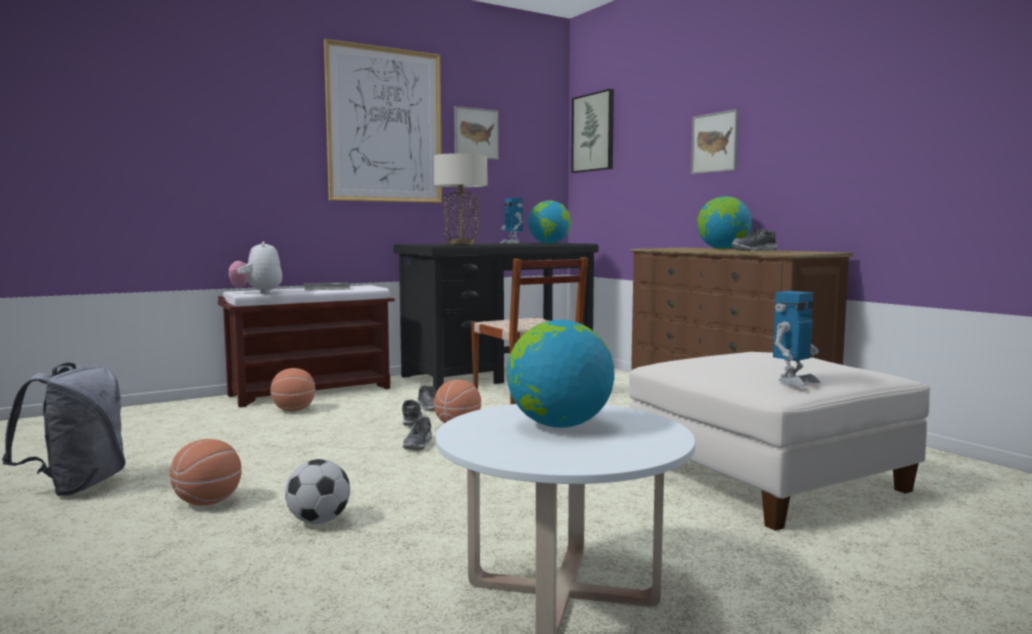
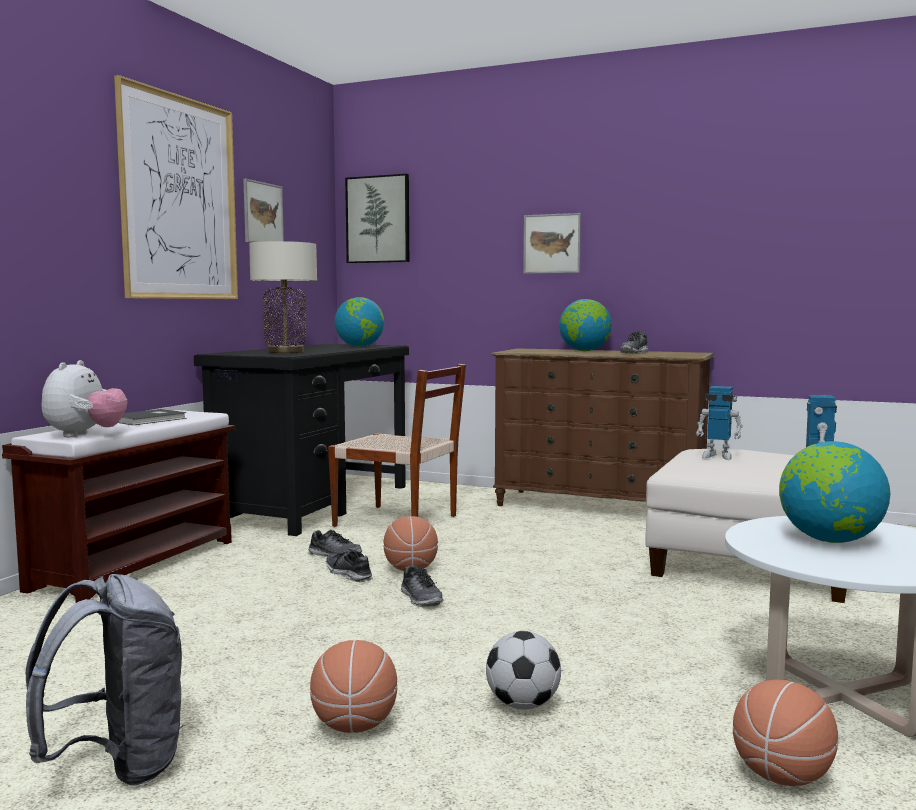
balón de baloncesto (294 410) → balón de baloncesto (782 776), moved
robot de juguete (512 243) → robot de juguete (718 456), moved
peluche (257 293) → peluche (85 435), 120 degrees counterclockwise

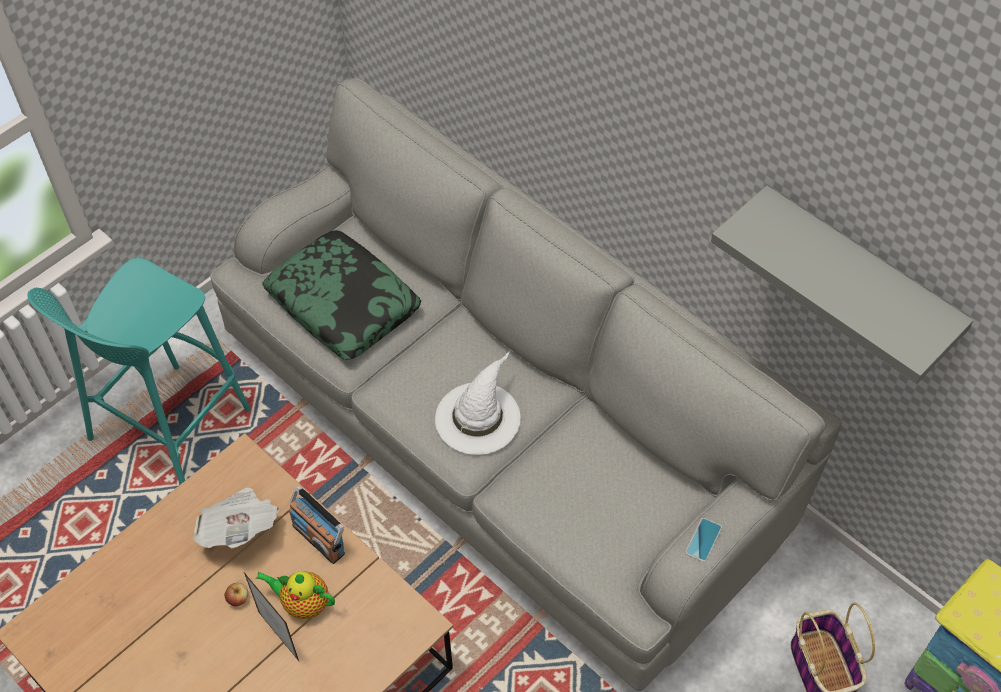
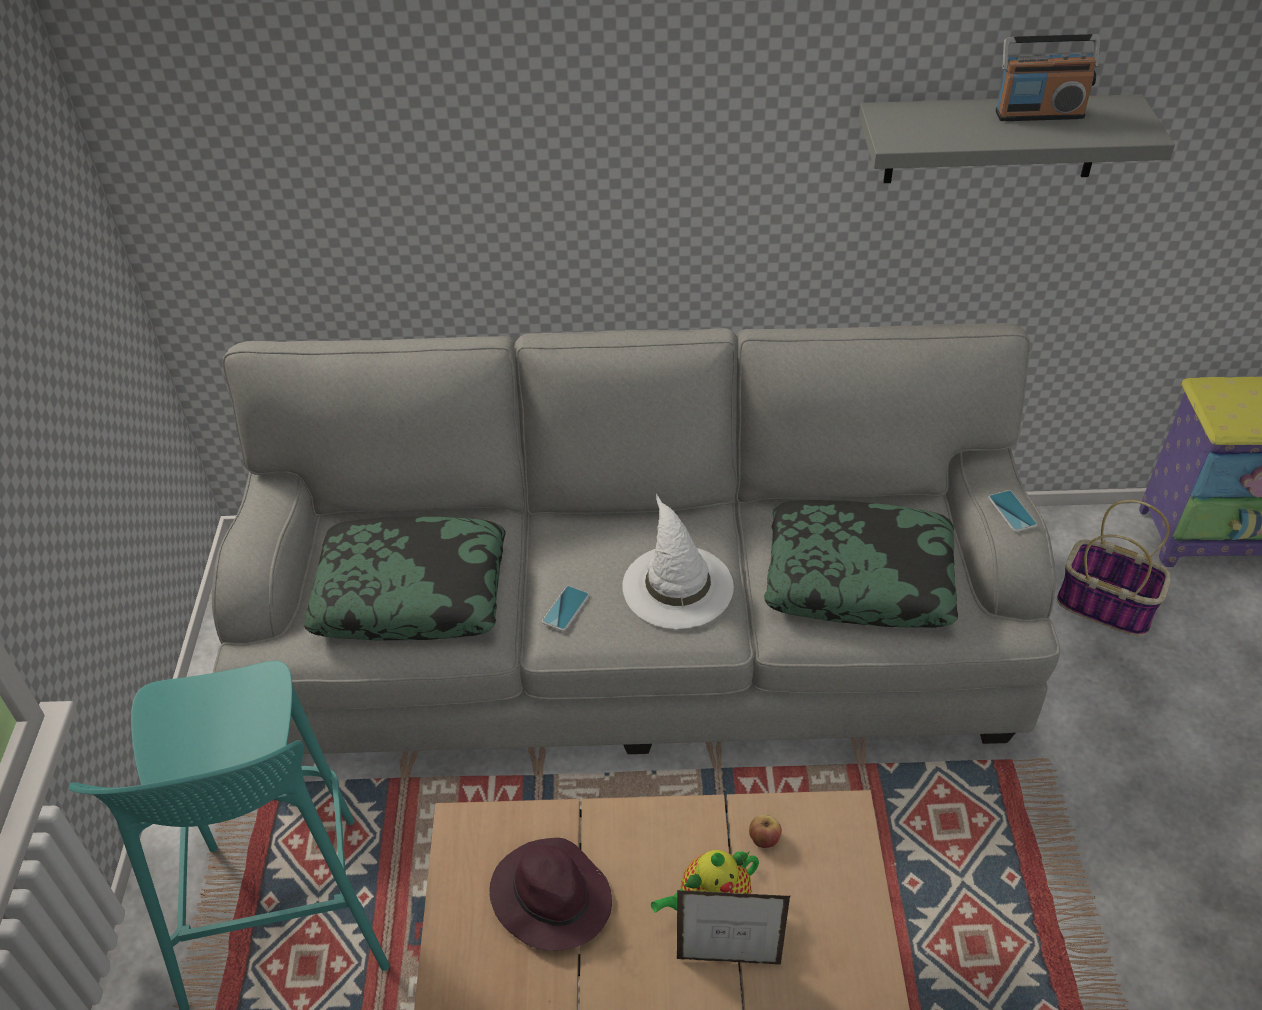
- → móvil (565 609)
- → cojín (859 578)
manzana (238 599) → manzana (764 839), moved
radio (319 539) → radio (1039 114), moved
periódico (240 528) → sombrero (morado) (550 897)

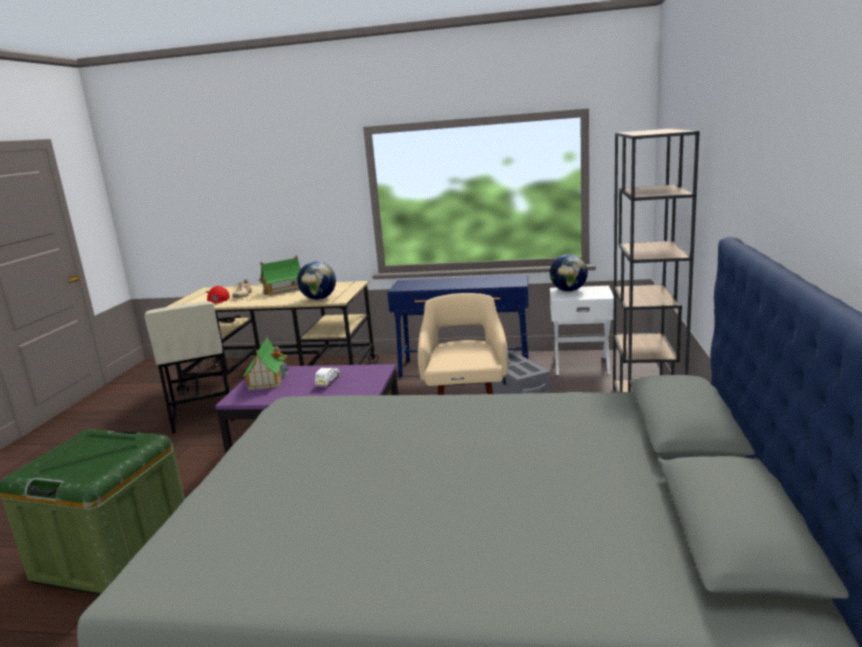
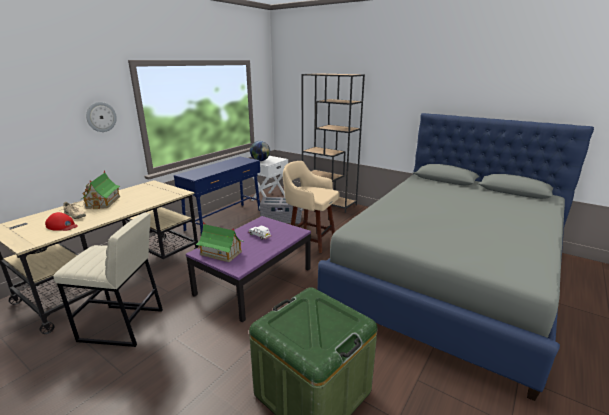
globo terráqueo (319 298) → -
- → reloj de pared (101 117)

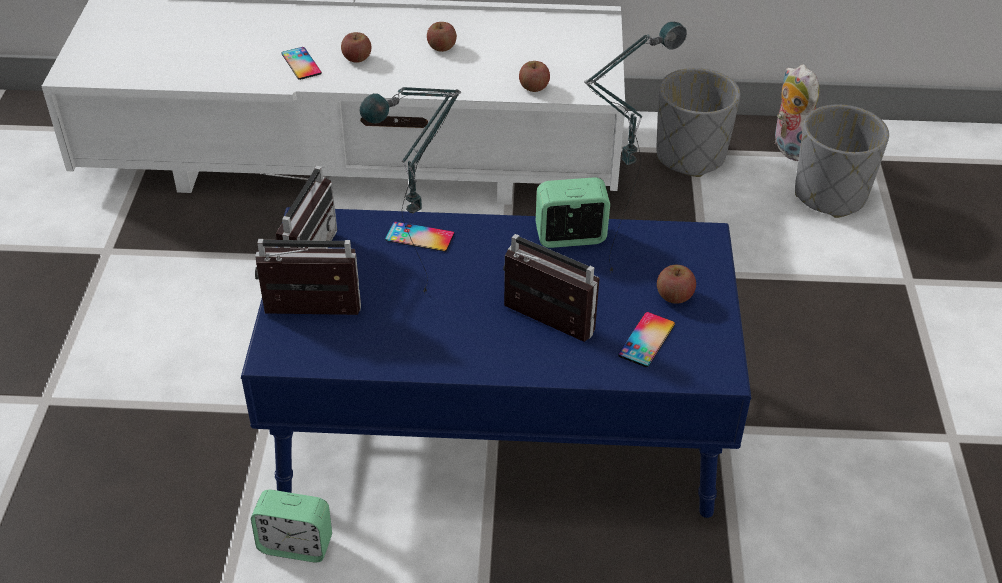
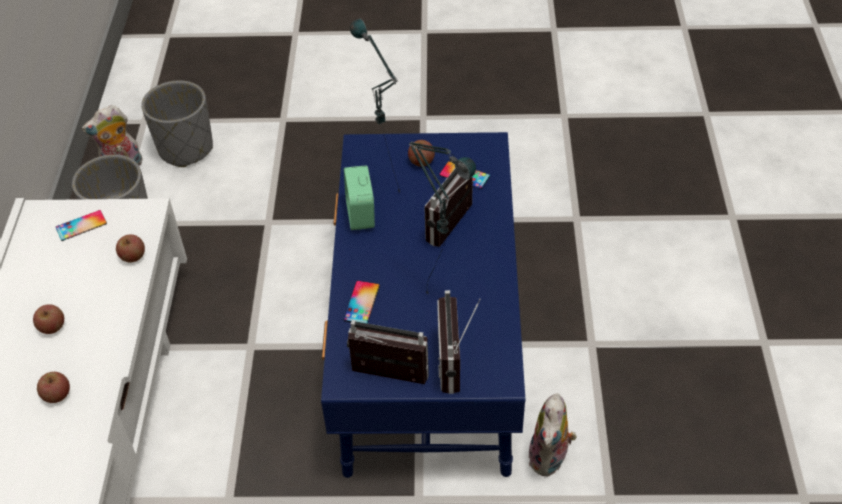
móvil (301 63) → móvil (81 225), moved
despertador (295 545) → peluche (550 458)

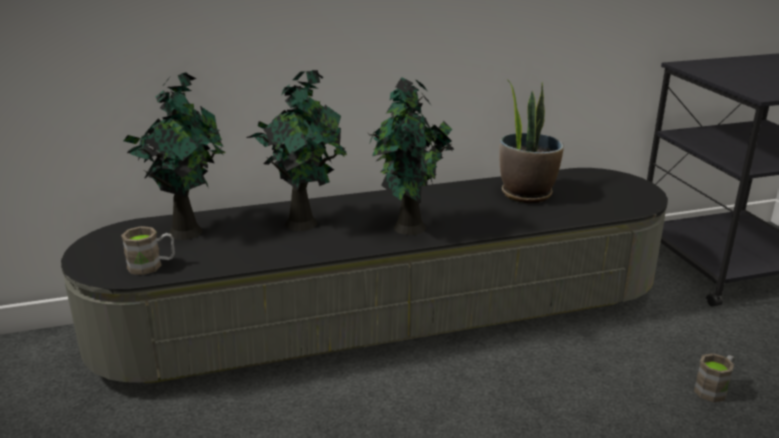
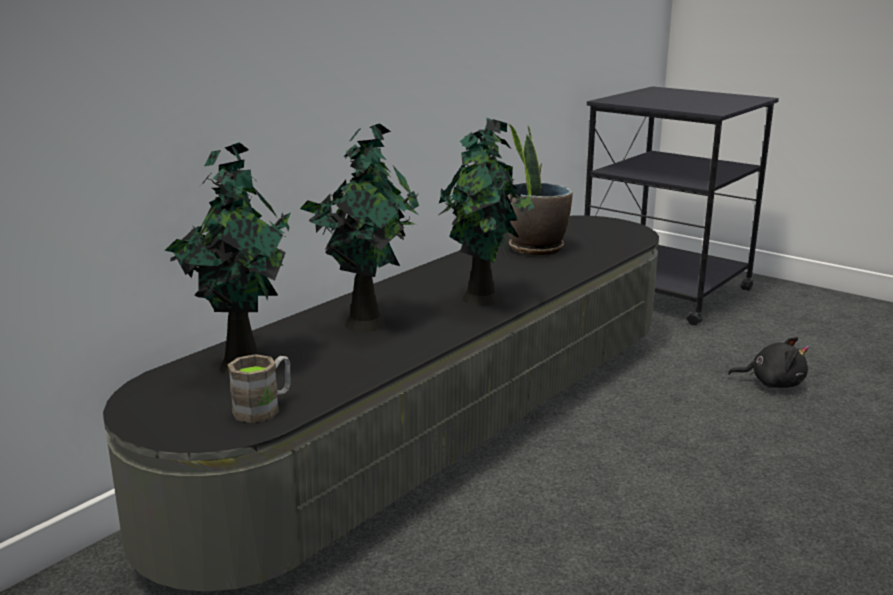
taza grande (marrón) (714 389) → peluche (negro) (772 383)

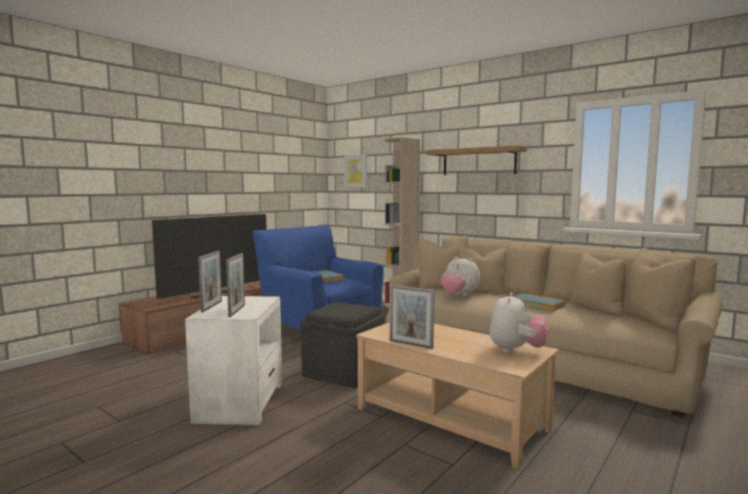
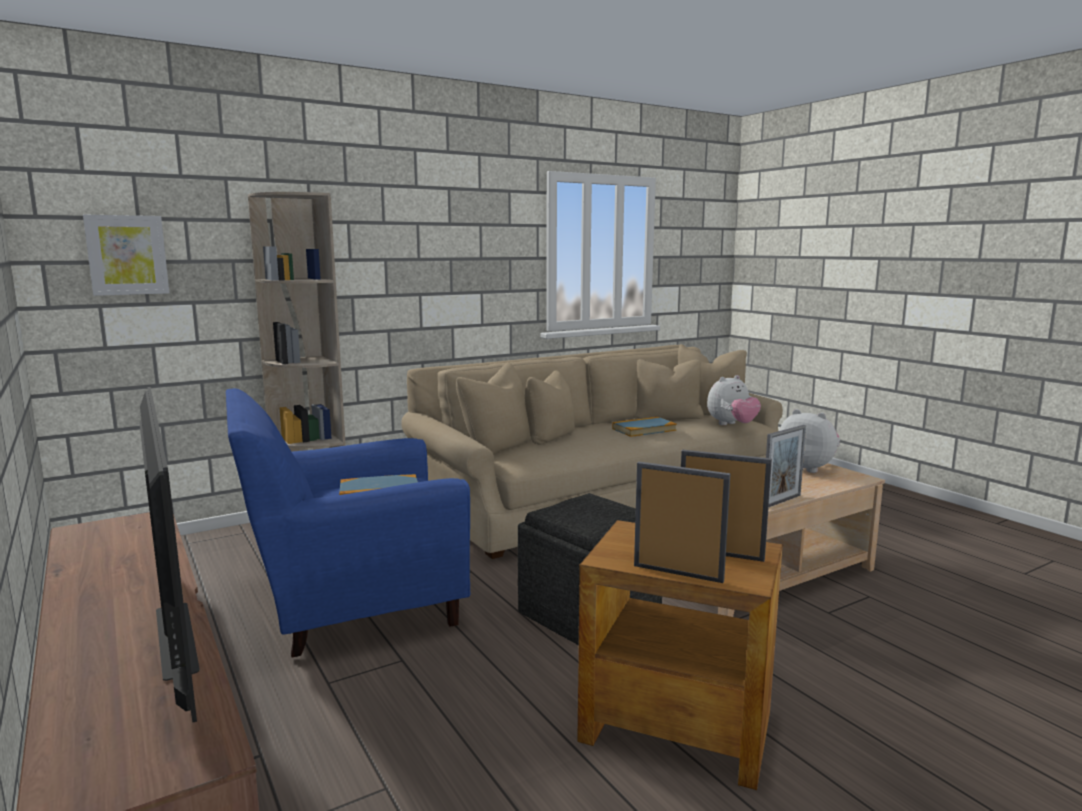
estante (478 161) → -
peluche (459 295) → peluche (732 425), moved
mesa auxiliar (blanco) (241 402) → mesa auxiliar (marrón) (675 725)

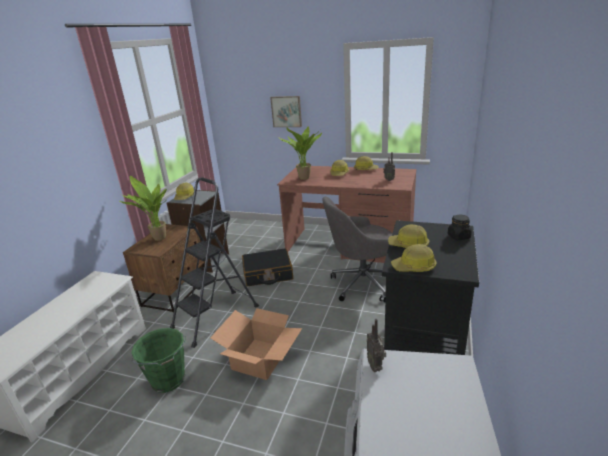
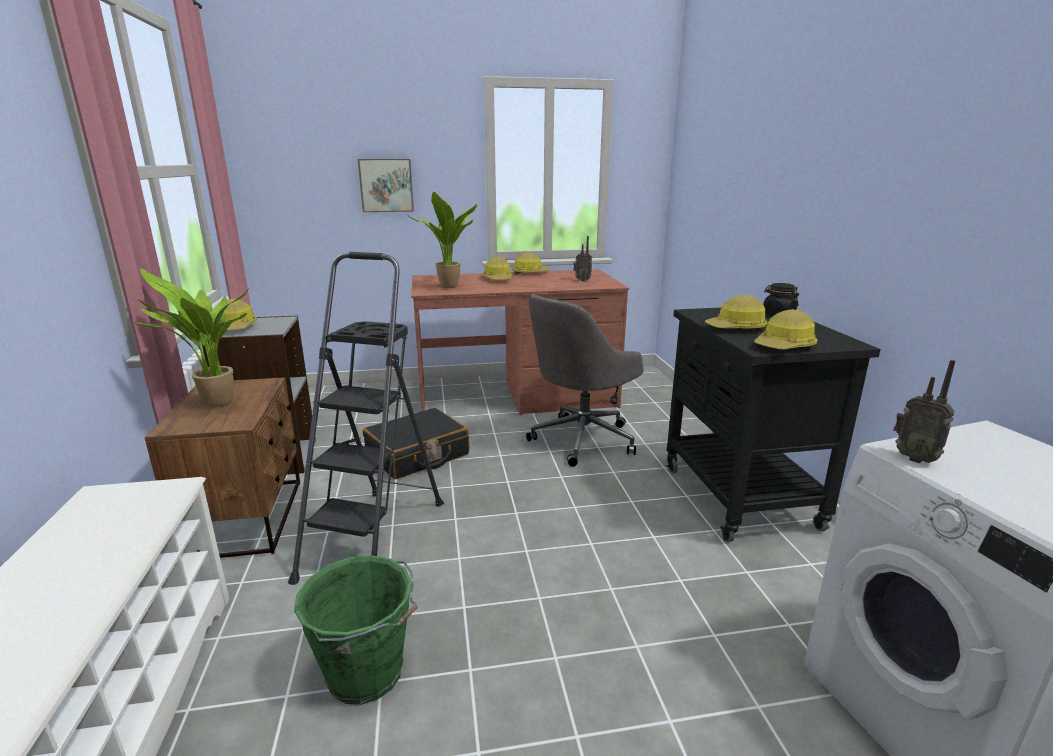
caja de cartón (260 358) → -

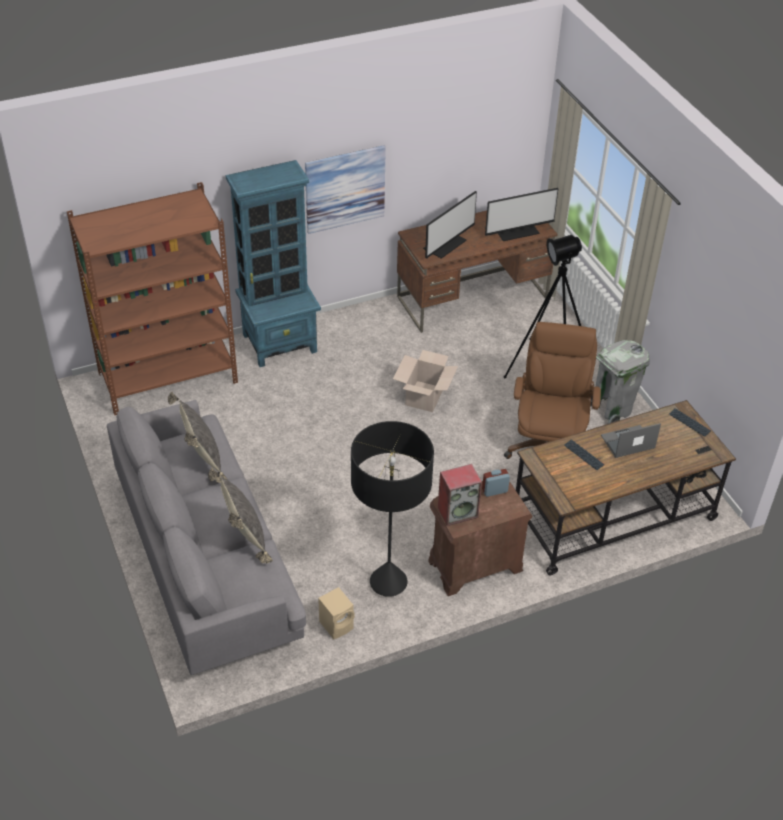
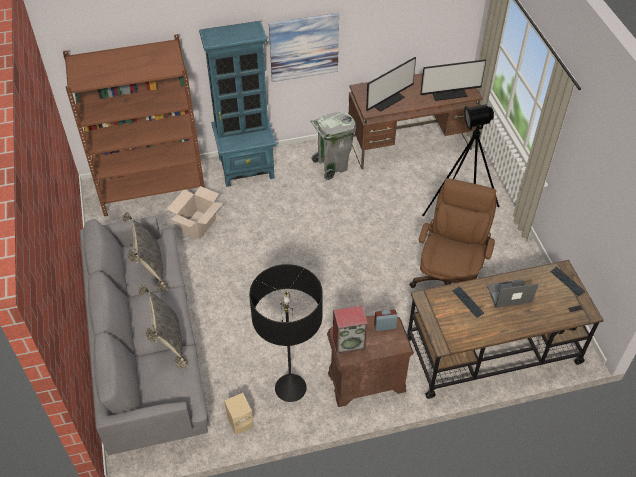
caja de cartón (425 397) → caja de cartón (198 225), moved
papelera (gris) (610 410) → papelera (gris) (332 166), moved

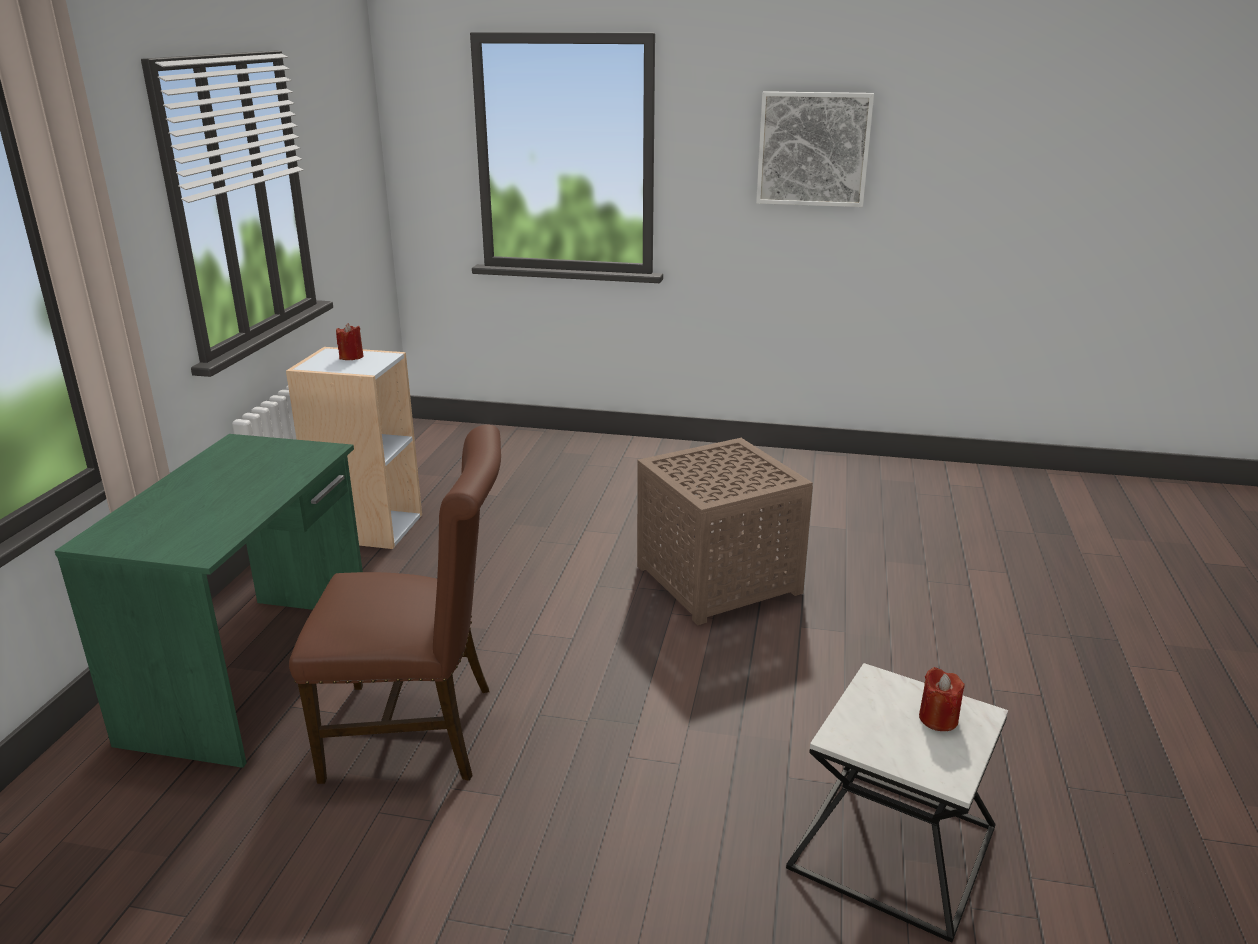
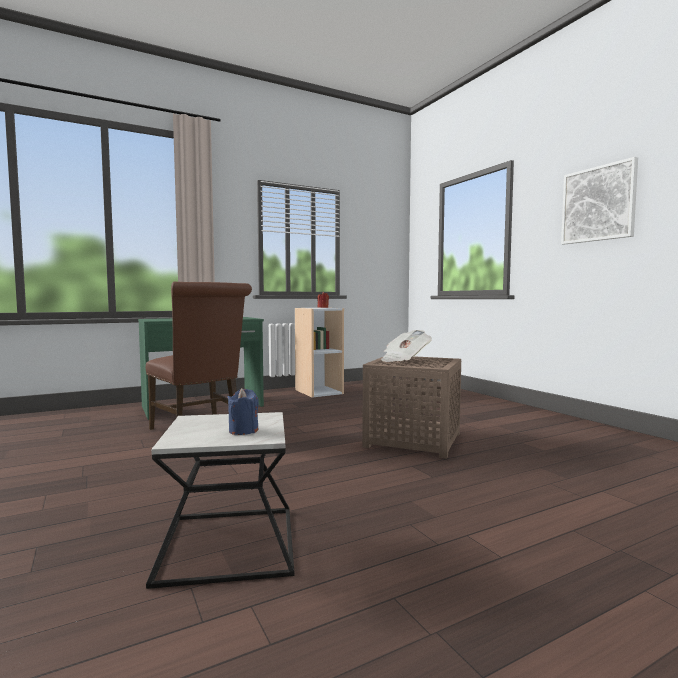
- → periódico (404 359)
vela (rojo) (938 719) → vela (azul) (243 431)

